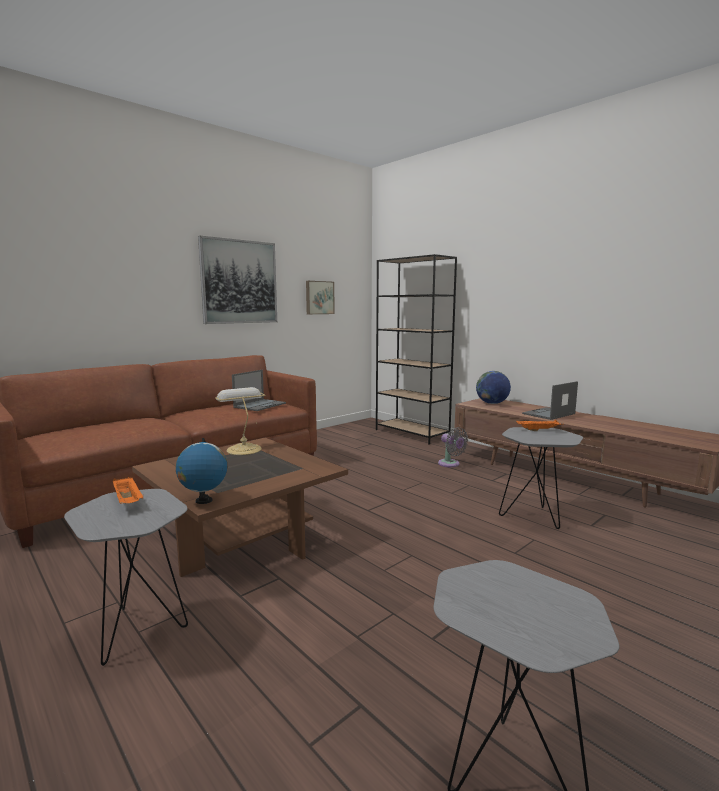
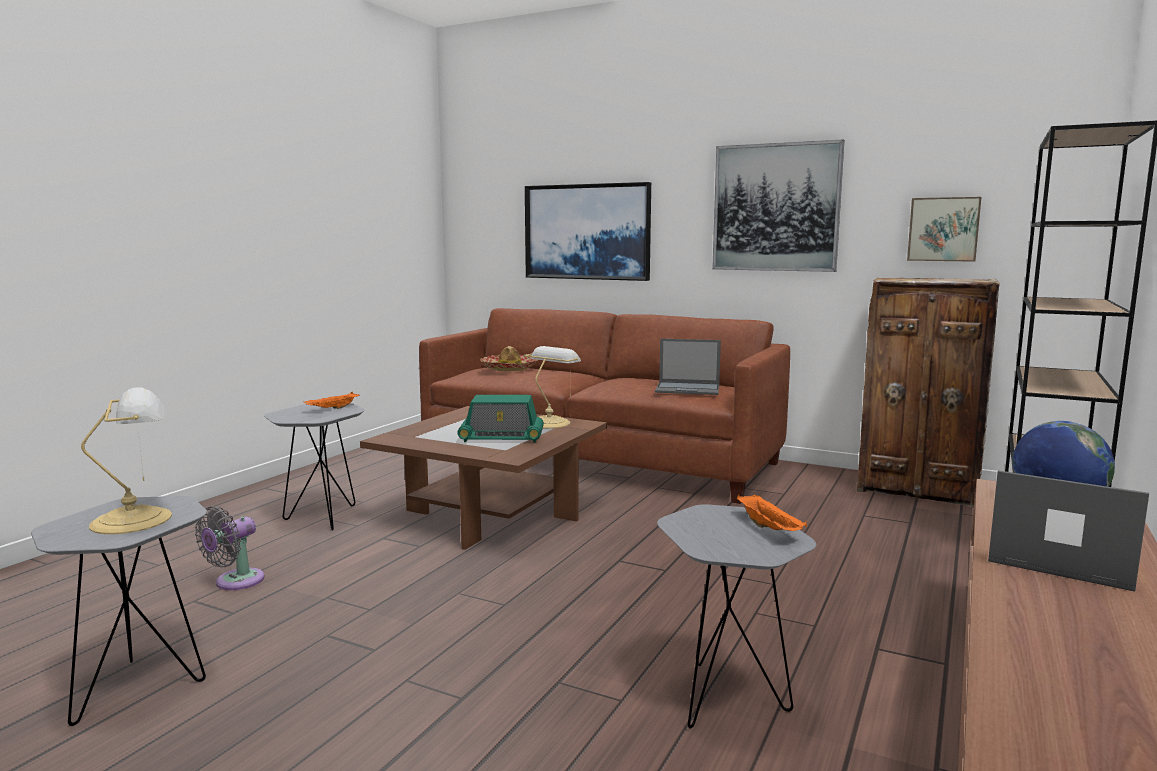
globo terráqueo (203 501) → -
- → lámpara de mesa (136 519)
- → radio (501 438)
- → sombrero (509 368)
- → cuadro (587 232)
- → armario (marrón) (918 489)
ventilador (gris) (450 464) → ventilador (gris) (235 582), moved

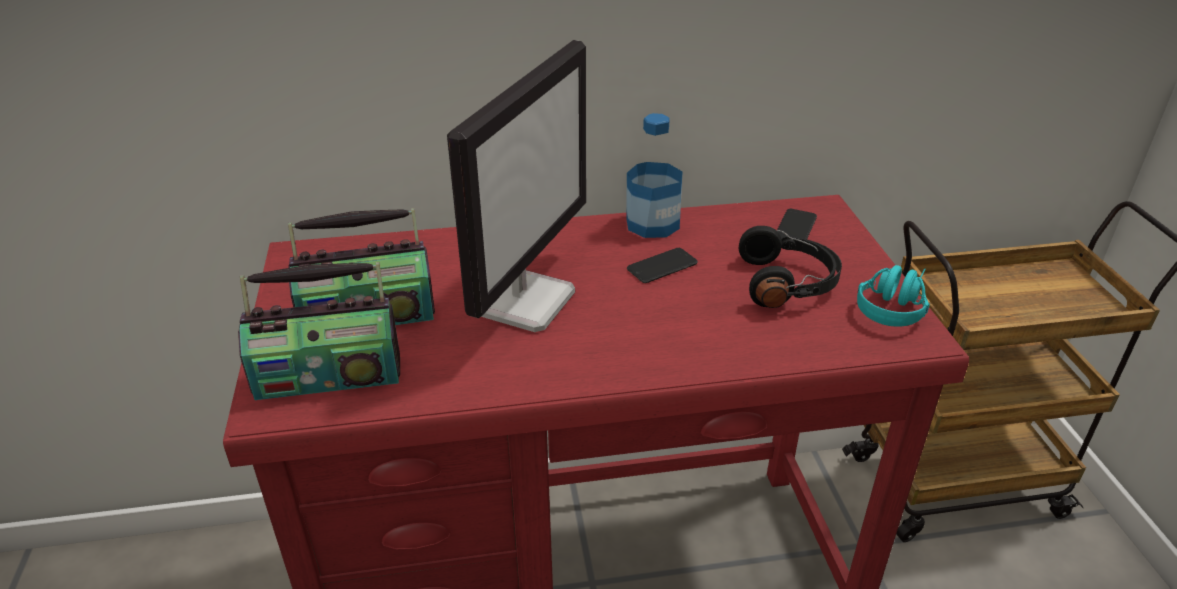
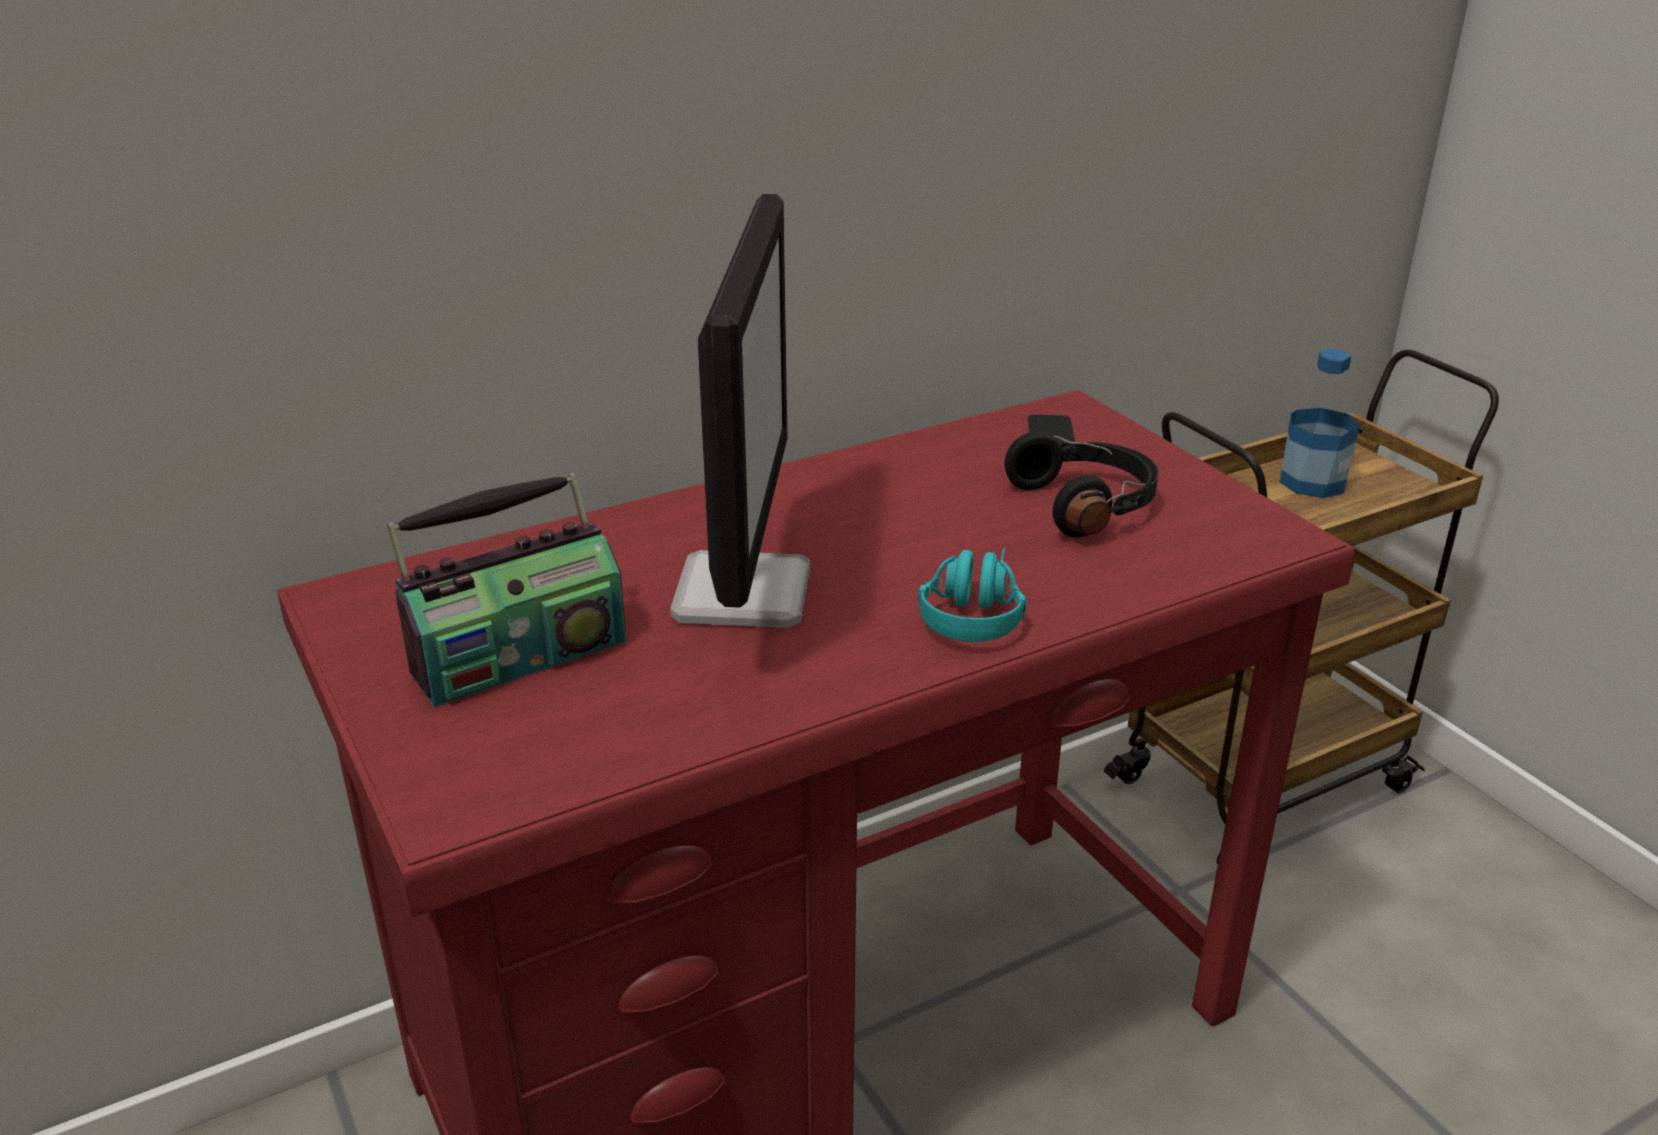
radio (328 375) → -
móvil (662 266) → -
botella (652 224) → botella (1312 482), moved
auriculares (turquesa) (893 304) → auriculares (turquesa) (973 610), moved

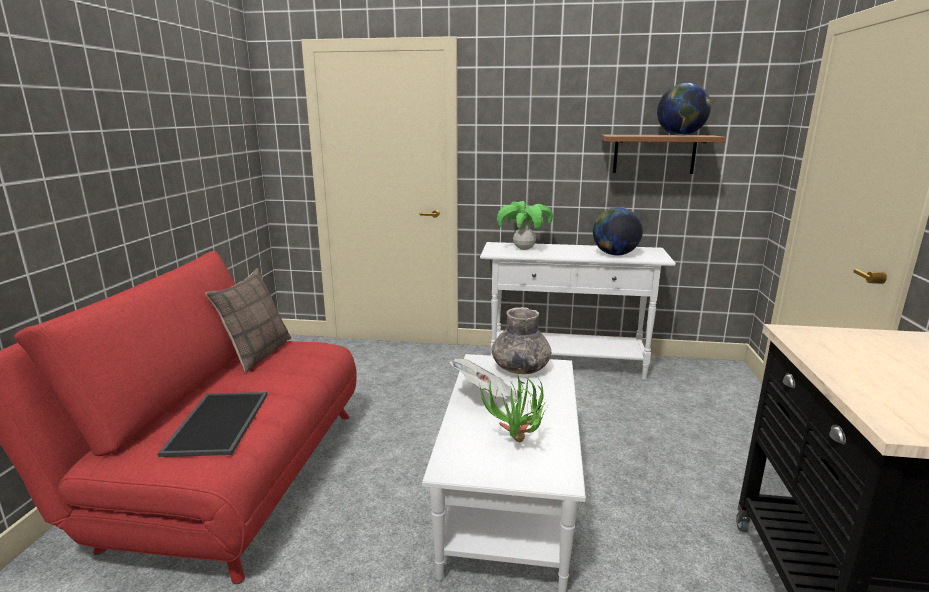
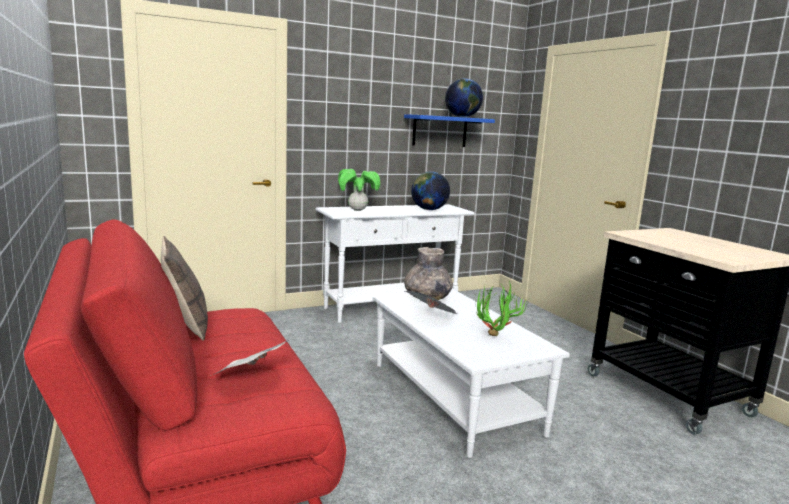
bandeja (216 422) → periódico (249 377)
estante (marrón) (654 154) → estante (azul) (440 131)

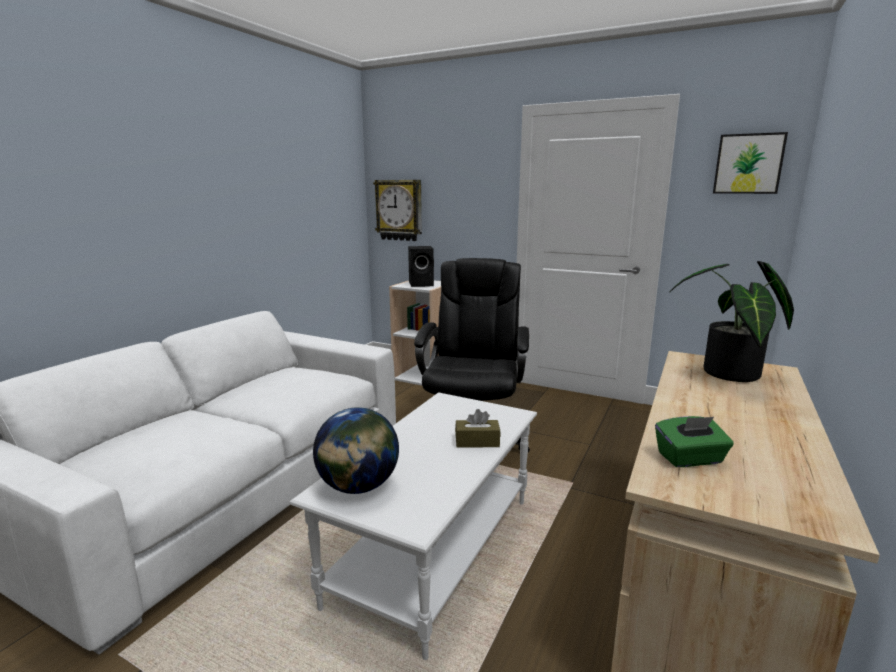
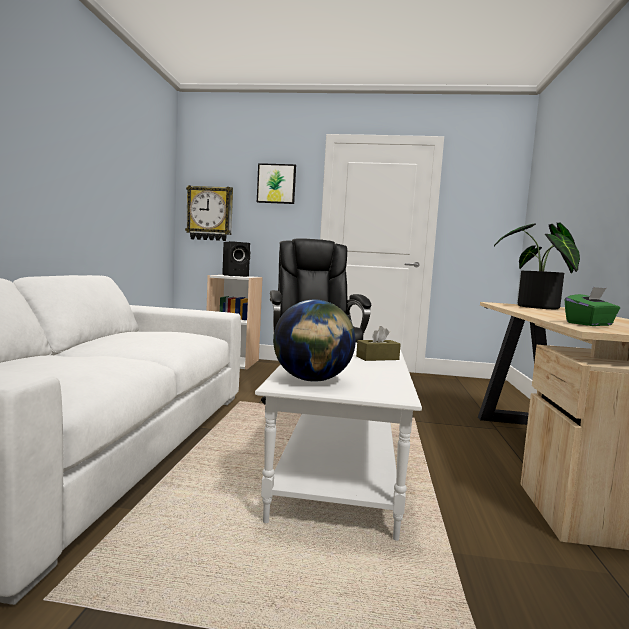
cuadro (748 164) → cuadro (276 184), moved

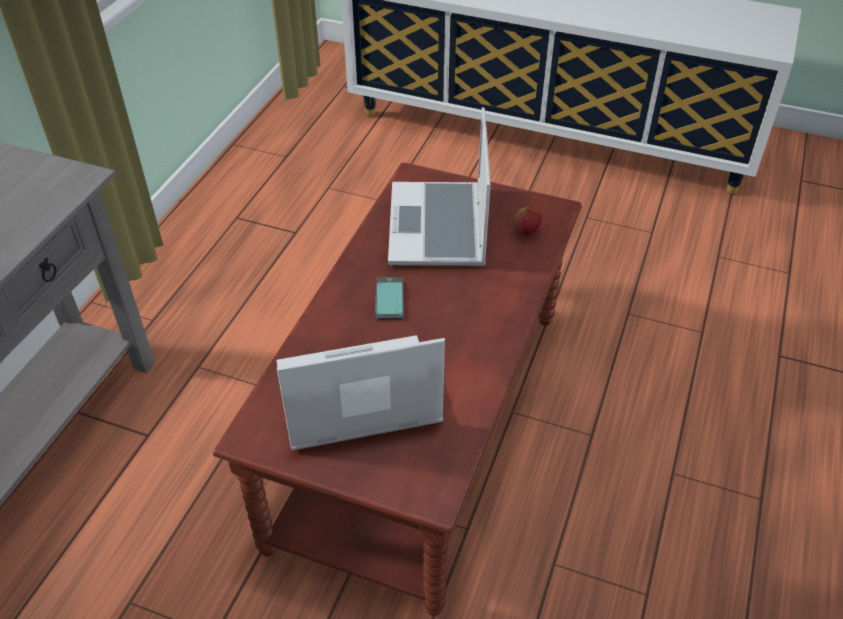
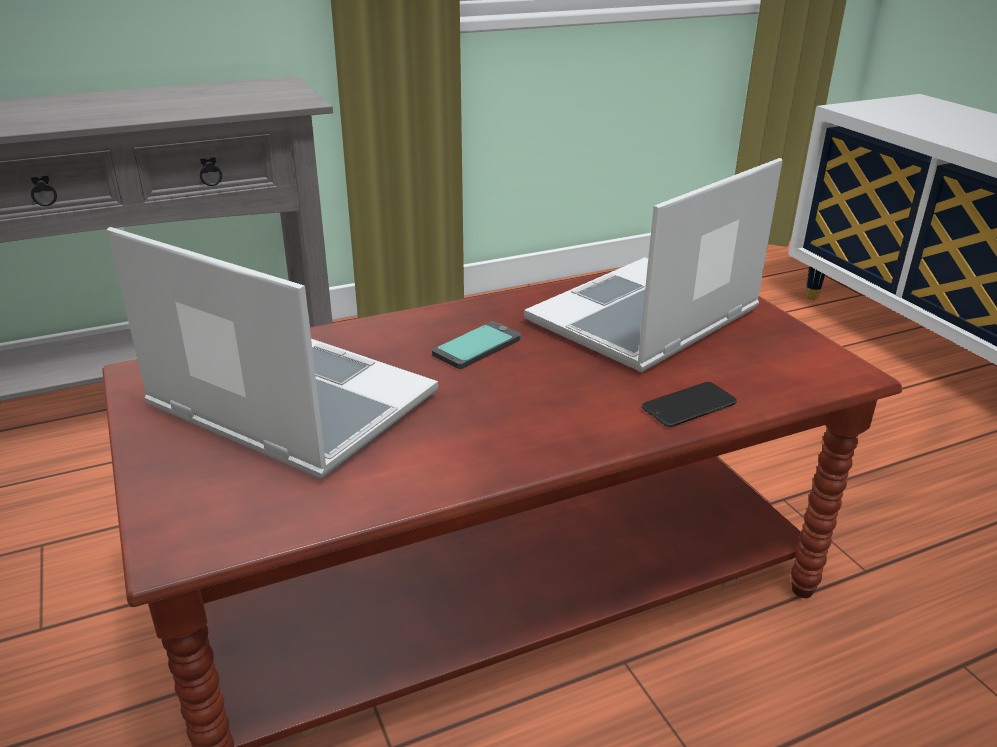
manzana (526 231) → -
- → móvil (689 406)

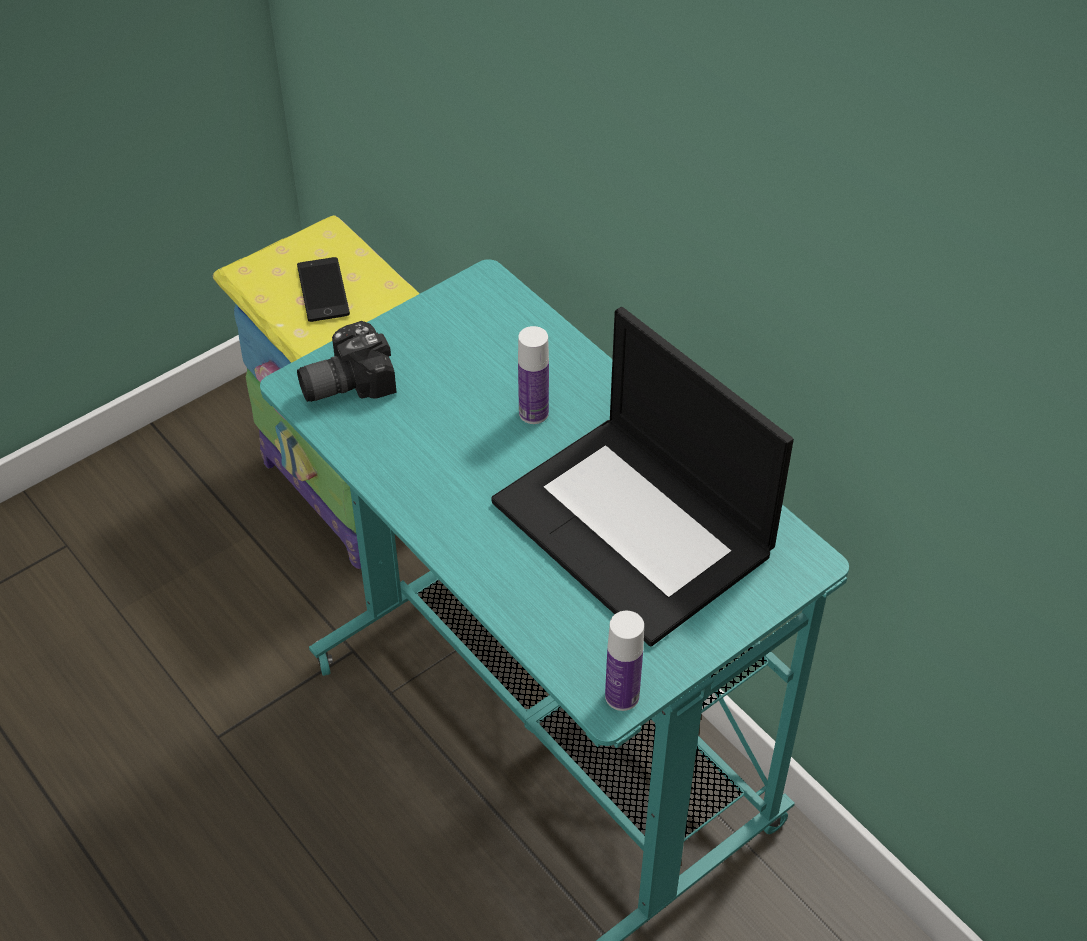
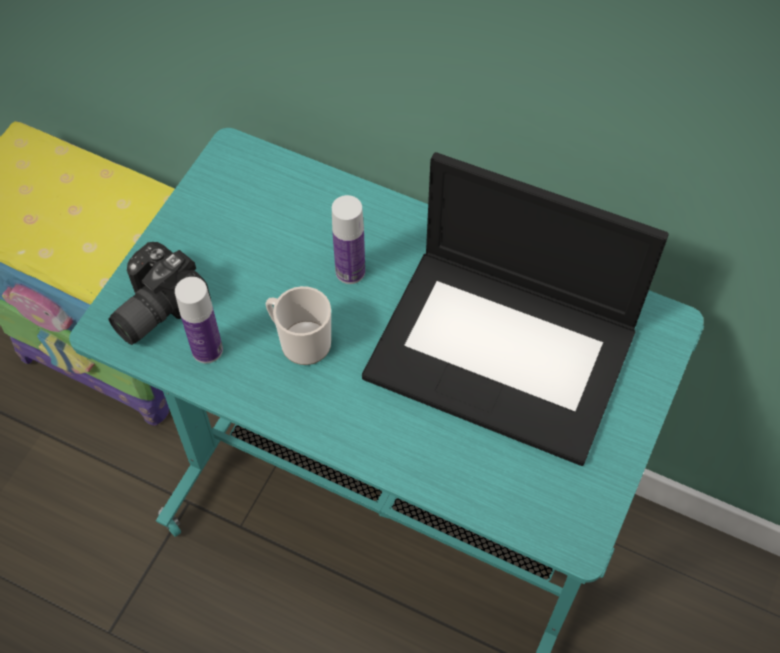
móvil (323 290) → -
- → taza grande (300 341)
botella (622 696) → botella (207 350), moved

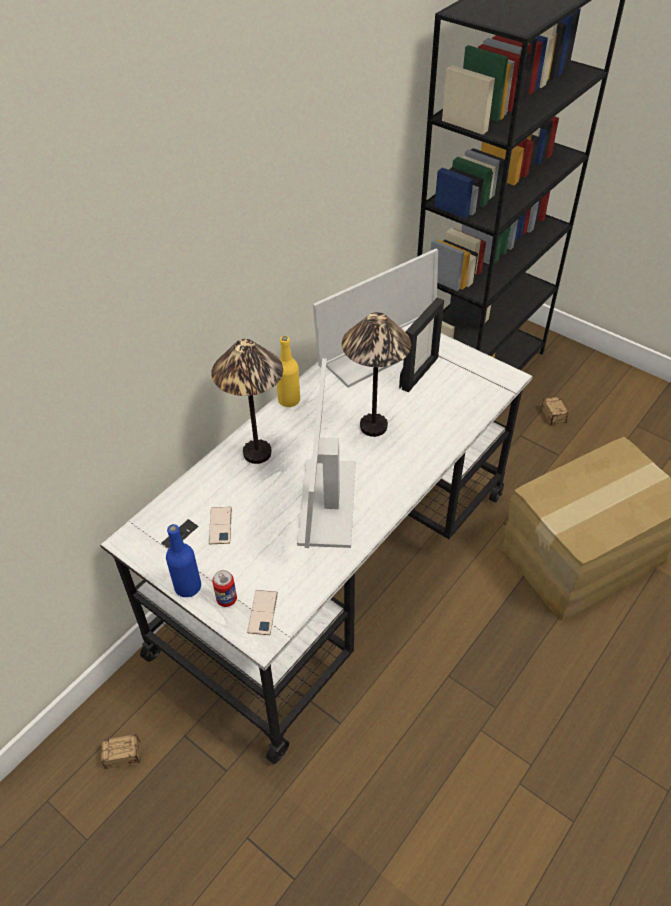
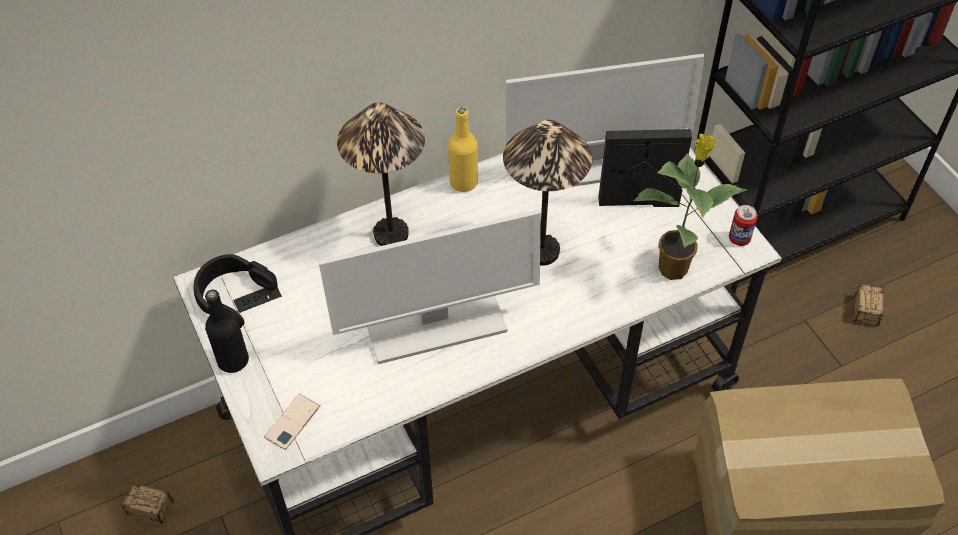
móvil (220 525) → -
- → auriculares (negro) (233 295)
- → planta en maceta (674 267)
lata (226 599) → lata (739 239), moved
botella (azul) (188 587) → botella (negro) (233 360)
monitor (326 502) → monitor (433 323), 135 degrees counterclockwise
portarretratos (418 373) → portarretratos (638 202), 150 degrees counterclockwise

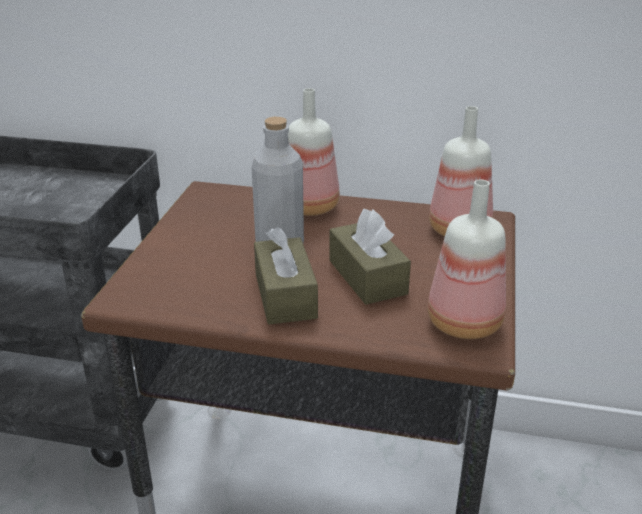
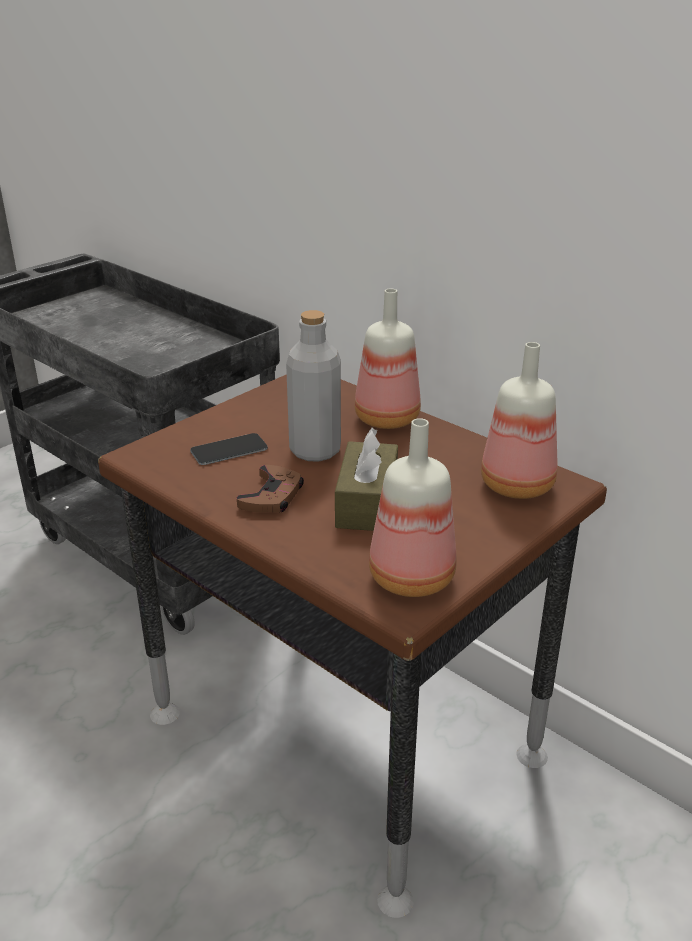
- → móvil (229 450)
caja de pañuelos (marrón) (285 295) → mando de consola (marrón) (272 496)

